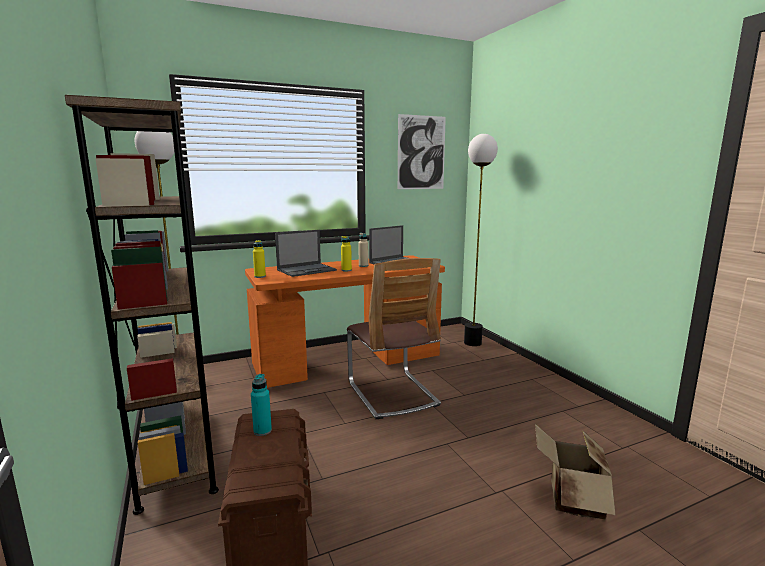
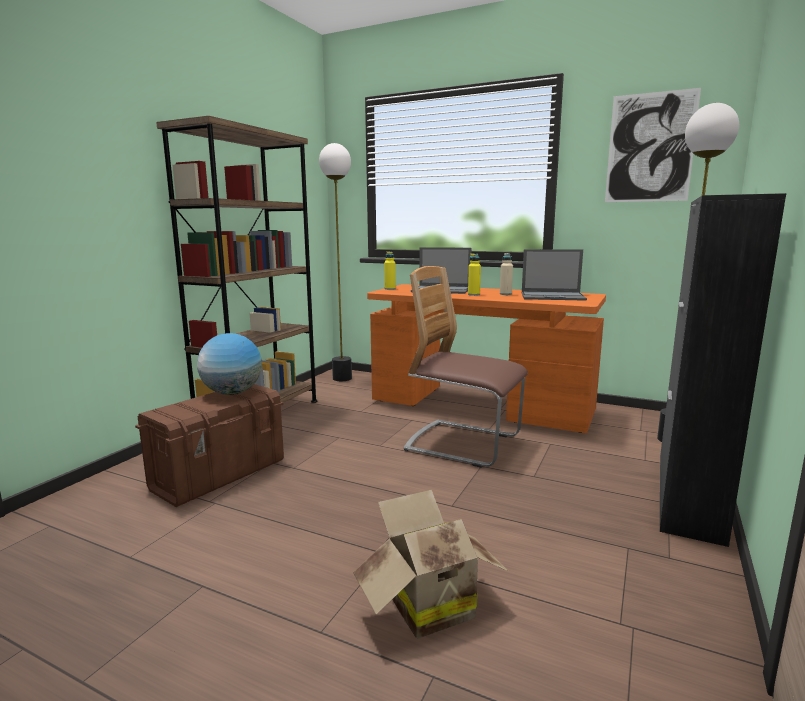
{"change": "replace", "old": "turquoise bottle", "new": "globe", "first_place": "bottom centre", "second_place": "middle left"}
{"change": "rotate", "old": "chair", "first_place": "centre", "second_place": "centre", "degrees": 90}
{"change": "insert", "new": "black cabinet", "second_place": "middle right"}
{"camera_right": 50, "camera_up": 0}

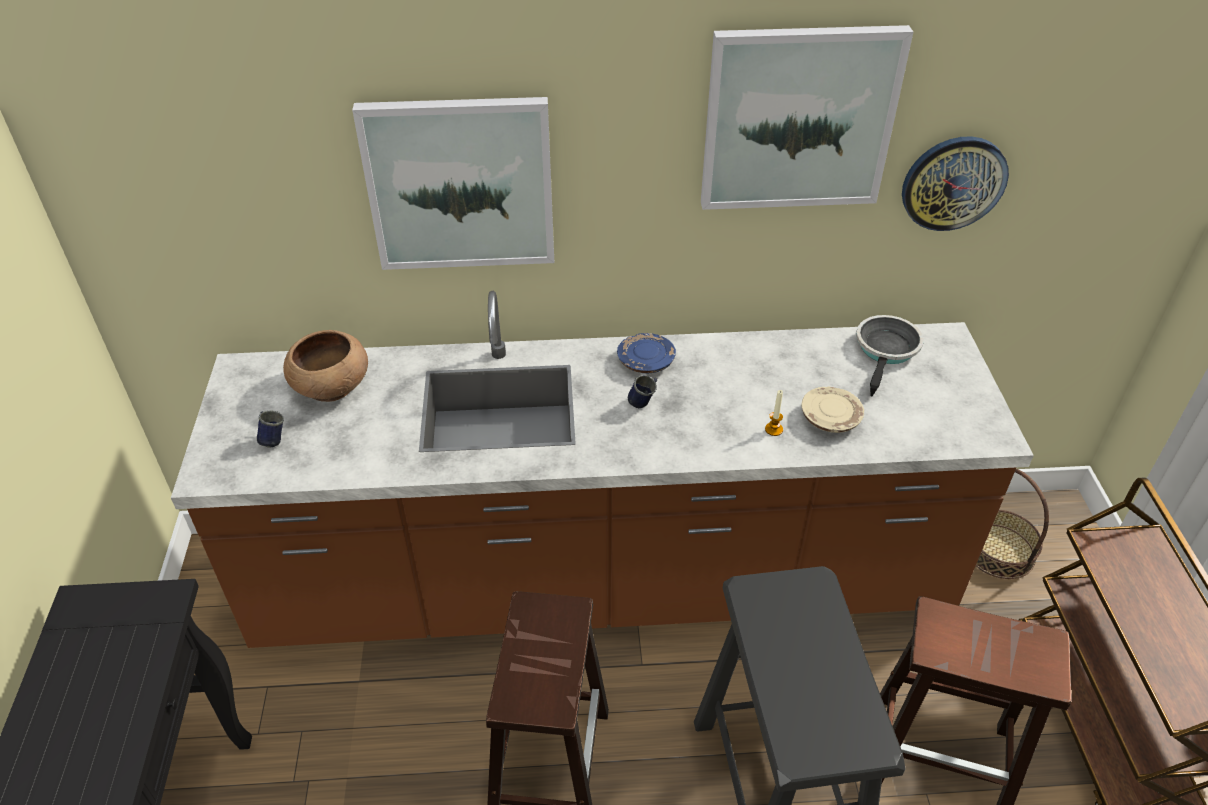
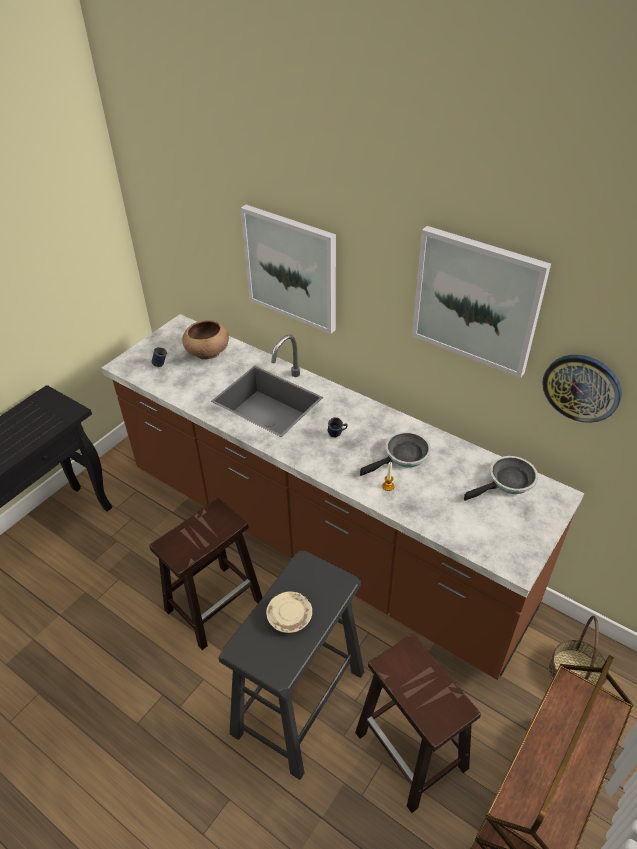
{"change": "move", "old": "beige plate", "first_place": "middle right", "second_place": "bottom centre"}
{"change": "insert", "new": "frying pan (1st from left)", "second_place": "centre"}
{"change": "delete", "old": "blue plate", "first_place": "centre"}
{"camera_right": 40, "camera_up": 0}

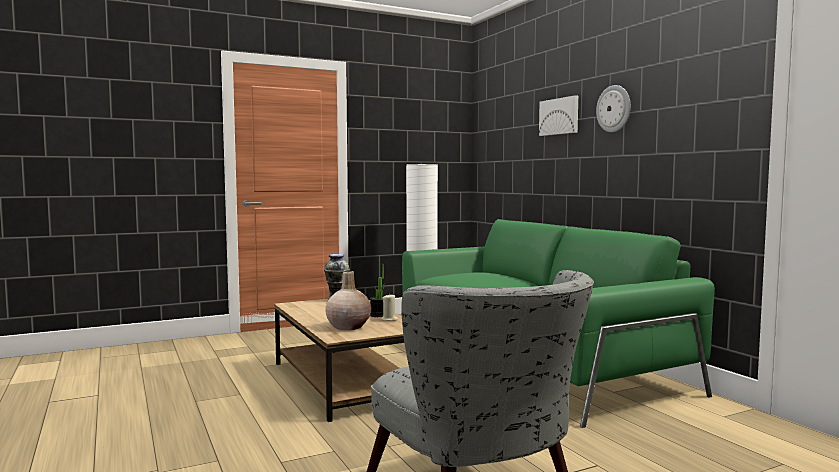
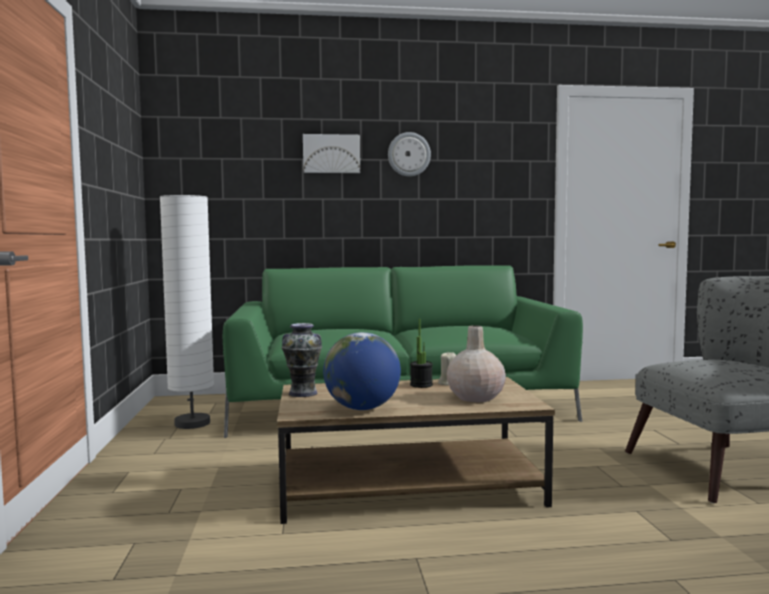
{"change": "insert", "new": "globe", "second_place": "centre"}
{"camera_right": -70, "camera_up": 0}

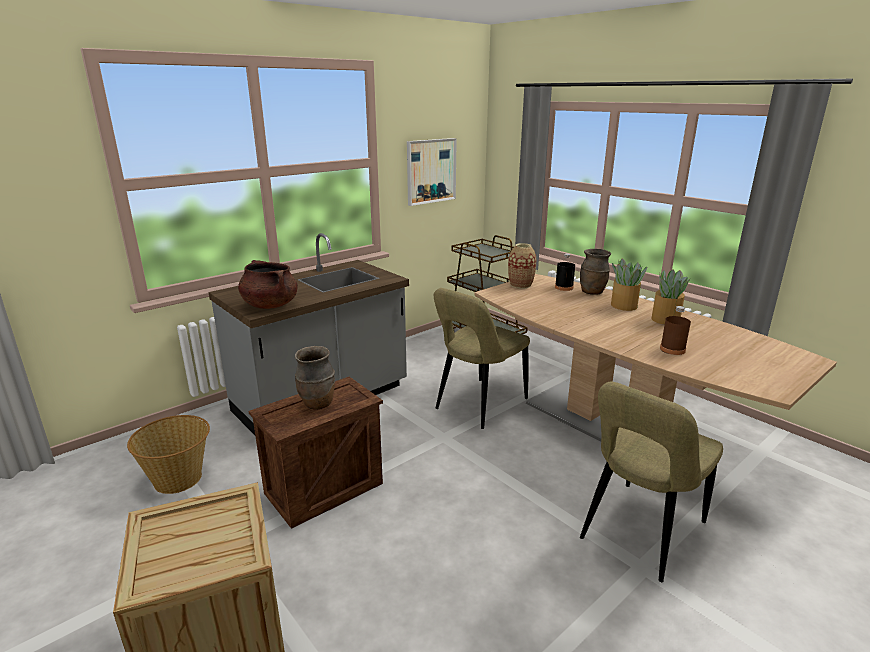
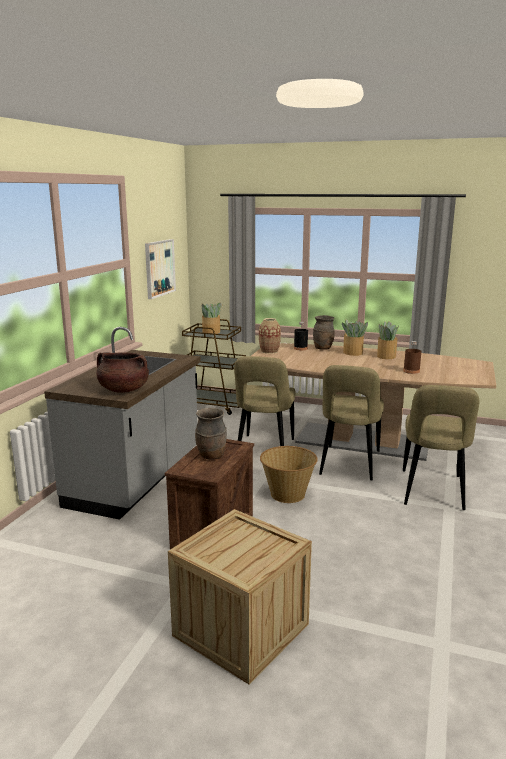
{"change": "insert", "new": "potted plant (1st from left)", "second_place": "centre"}
{"change": "move", "old": "basket", "first_place": "bottom left", "second_place": "centre"}
{"change": "insert", "new": "beige chair (2nd from left)", "second_place": "middle right"}
{"camera_right": -30, "camera_up": -5}

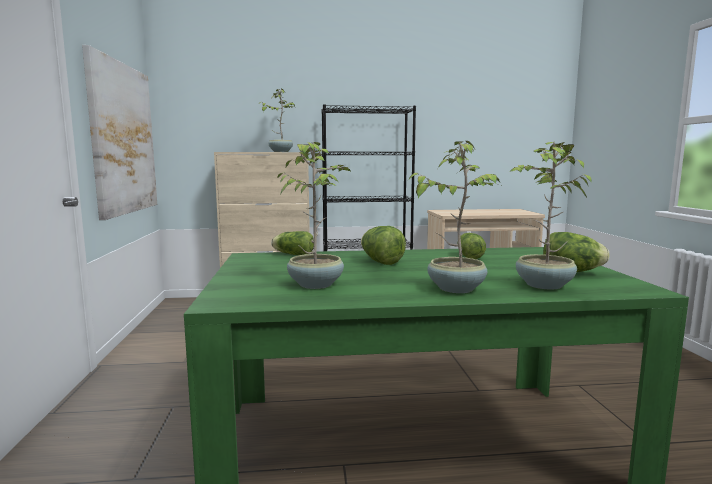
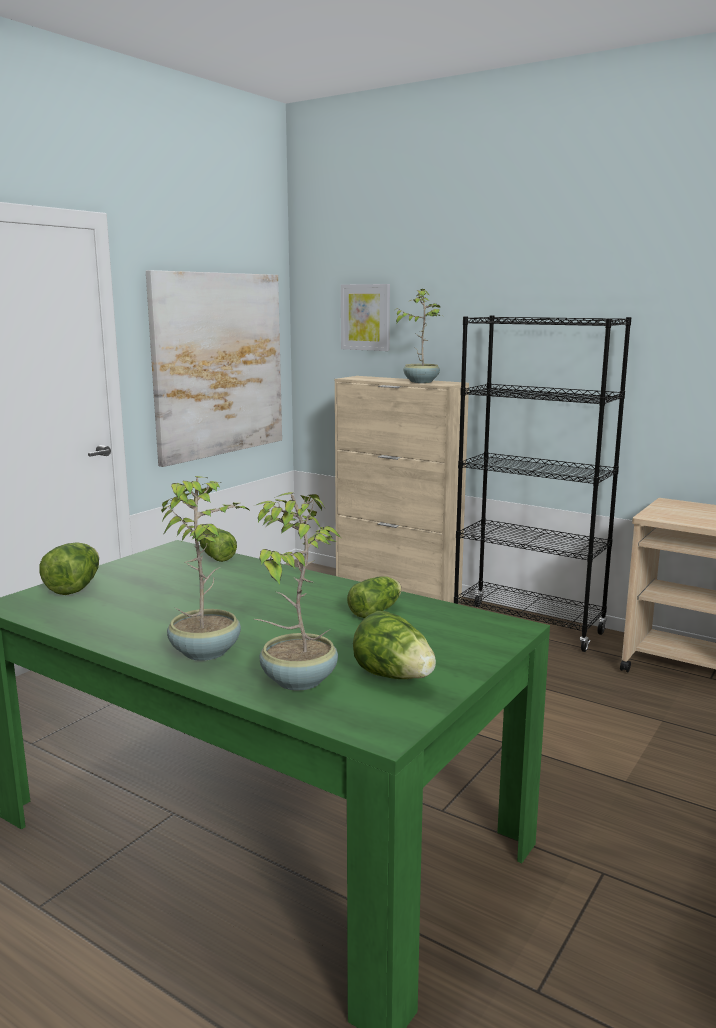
{"change": "move", "old": "lettuce (2nd from left in the first image)", "new": "lettuce (1st from left)", "first_place": "centre", "second_place": "middle left"}
{"change": "insert", "new": "picture (2nd from left)", "second_place": "top centre"}
{"change": "delete", "old": "potted plant (2nd from left)", "first_place": "centre"}
{"camera_right": 40, "camera_up": 5}

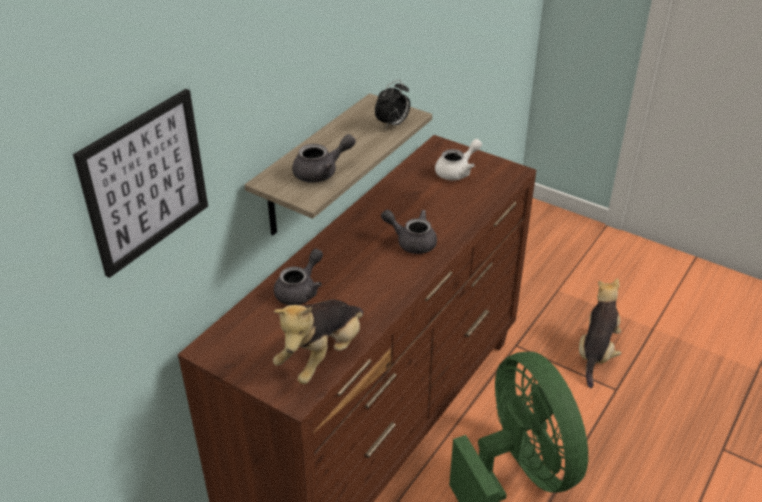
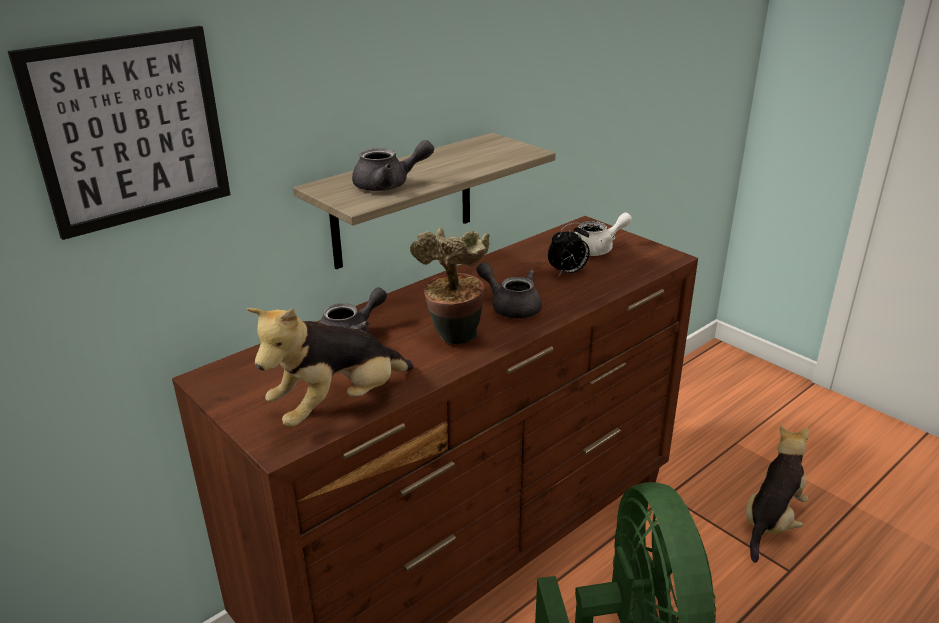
{"change": "insert", "new": "potted plant", "second_place": "centre"}
{"change": "move", "old": "alarm clock", "first_place": "top centre", "second_place": "centre"}
{"camera_right": 15, "camera_up": -10}

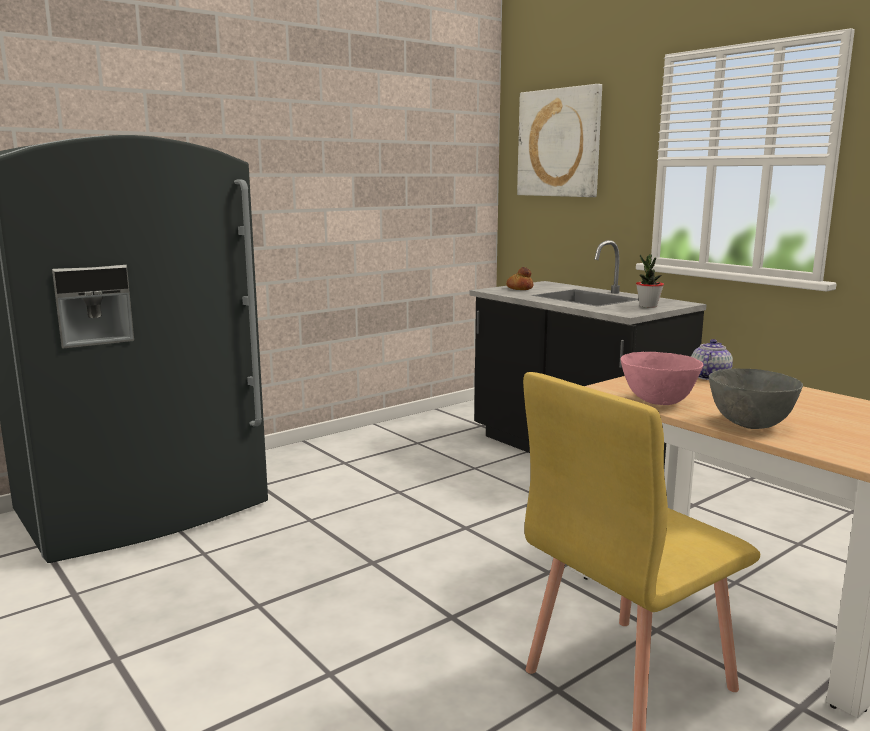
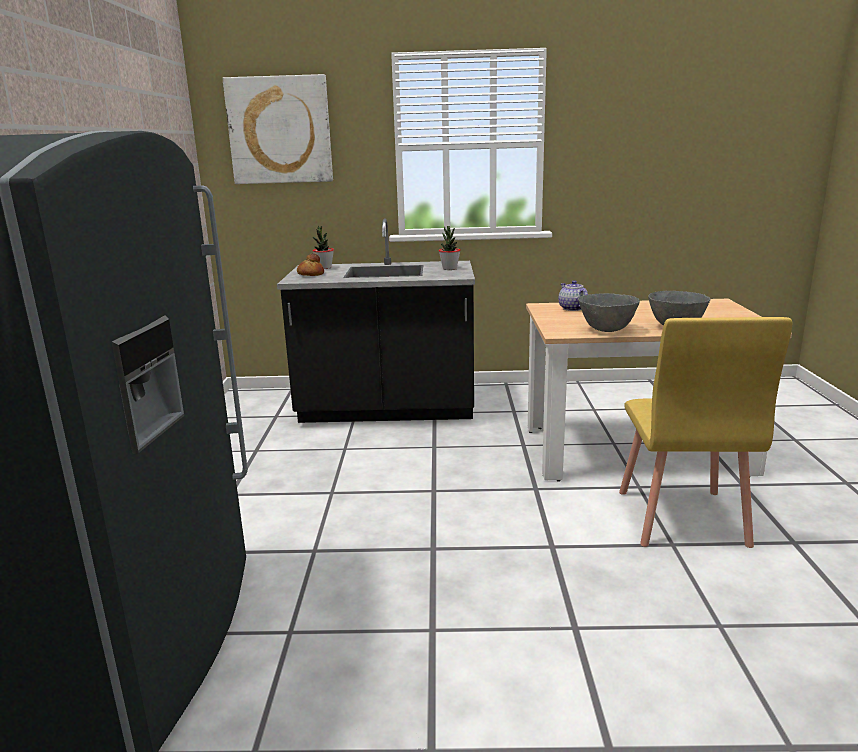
{"change": "insert", "new": "potted plant (1st from left)", "second_place": "top centre"}
{"change": "recolor", "old": "pink bowl", "new": "grey bowl (1st from left)", "first_place": "middle right", "second_place": "middle right"}
{"camera_right": -50, "camera_up": 5}

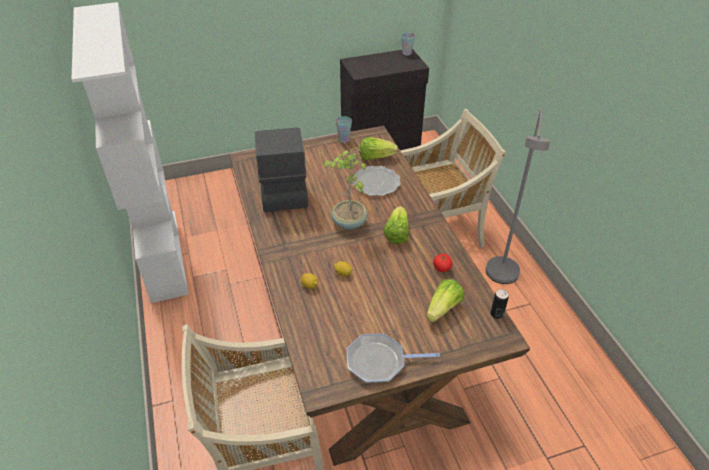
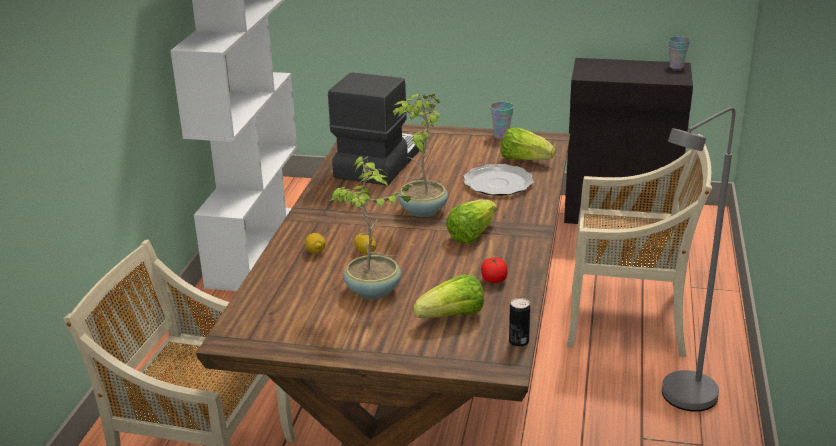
{"change": "insert", "new": "potted plant (1st from left)", "second_place": "centre"}
{"change": "delete", "old": "frying pan", "first_place": "bottom centre"}
{"camera_right": 30, "camera_up": -15}

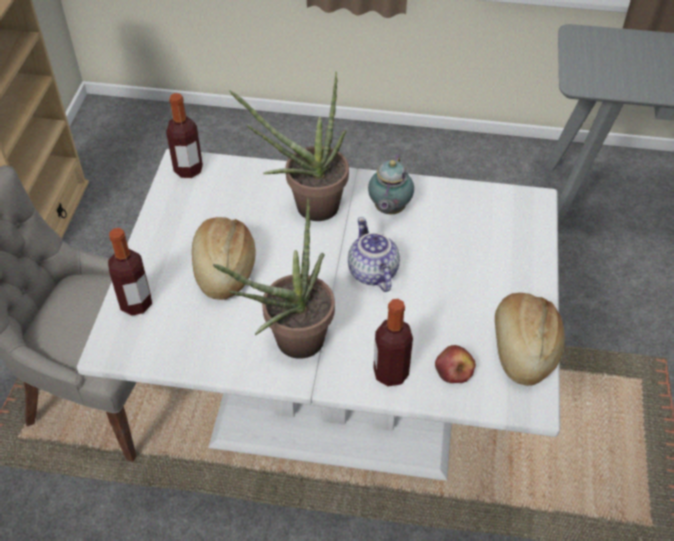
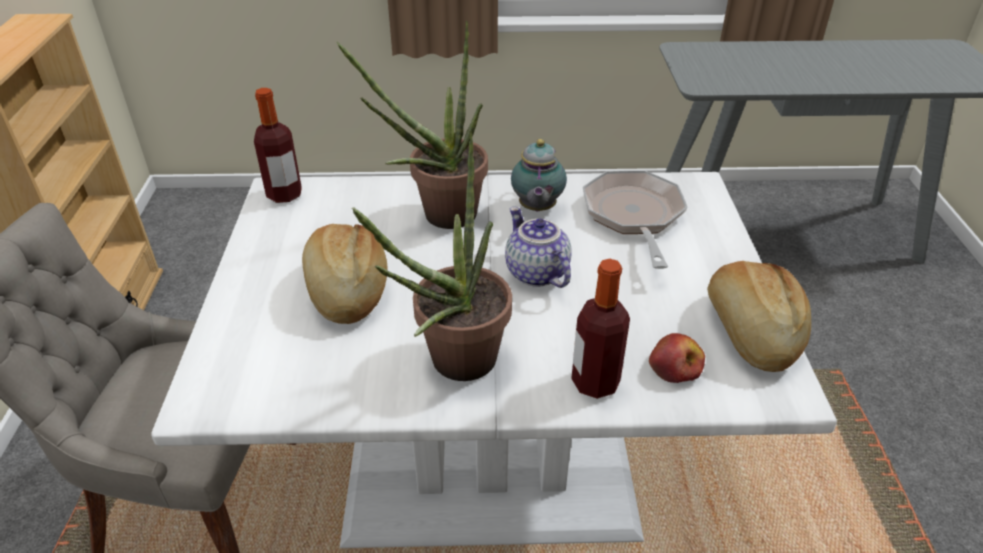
{"change": "insert", "new": "frying pan", "second_place": "centre"}
{"change": "delete", "old": "bottle (1st from left)", "first_place": "middle left"}
{"camera_right": -10, "camera_up": -10}

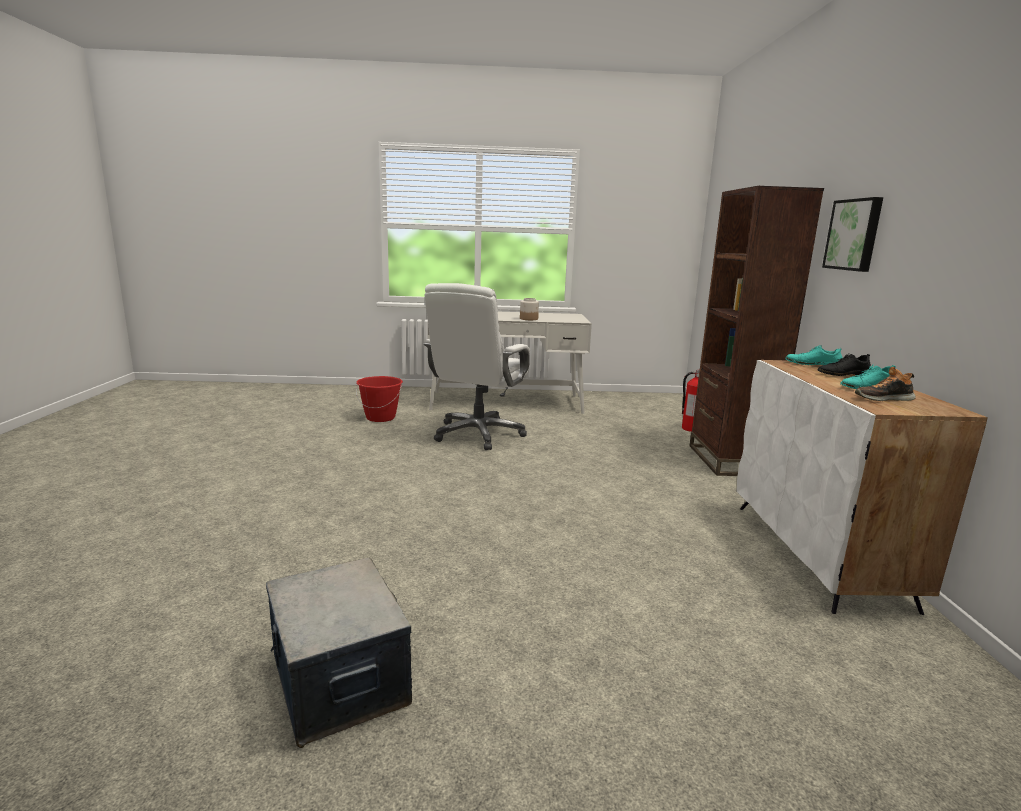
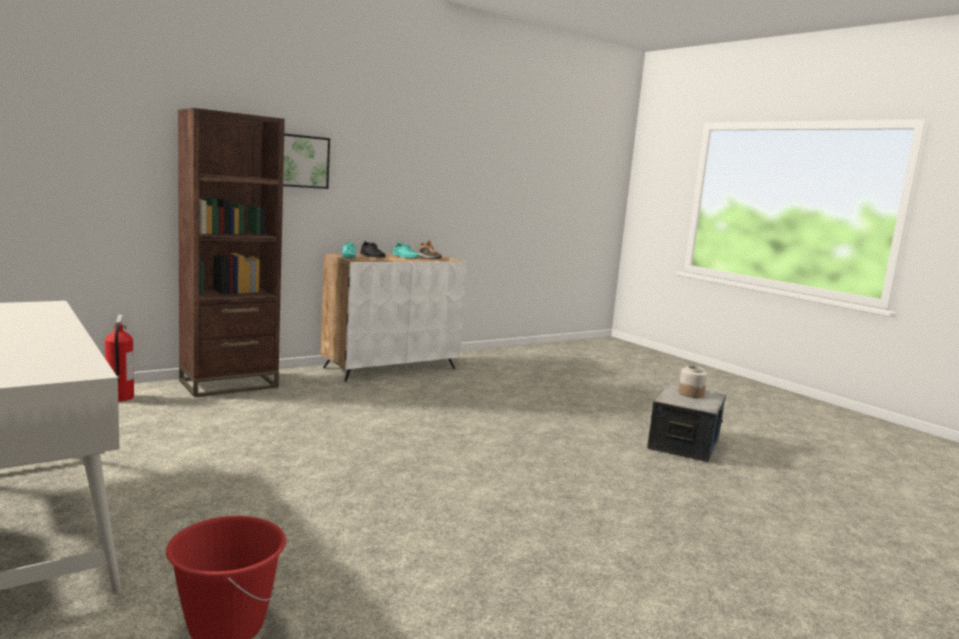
{"change": "move", "old": "jar", "first_place": "centre", "second_place": "middle right"}
{"change": "delete", "old": "white office chair", "first_place": "centre"}
{"camera_right": -125, "camera_up": -5}

